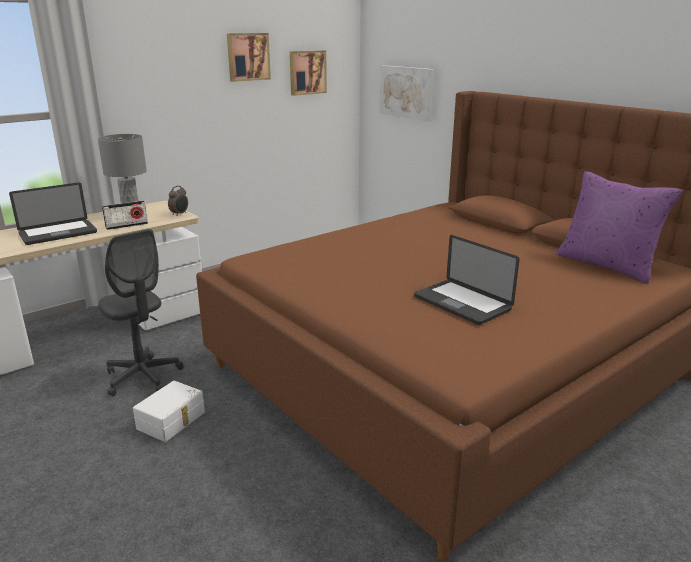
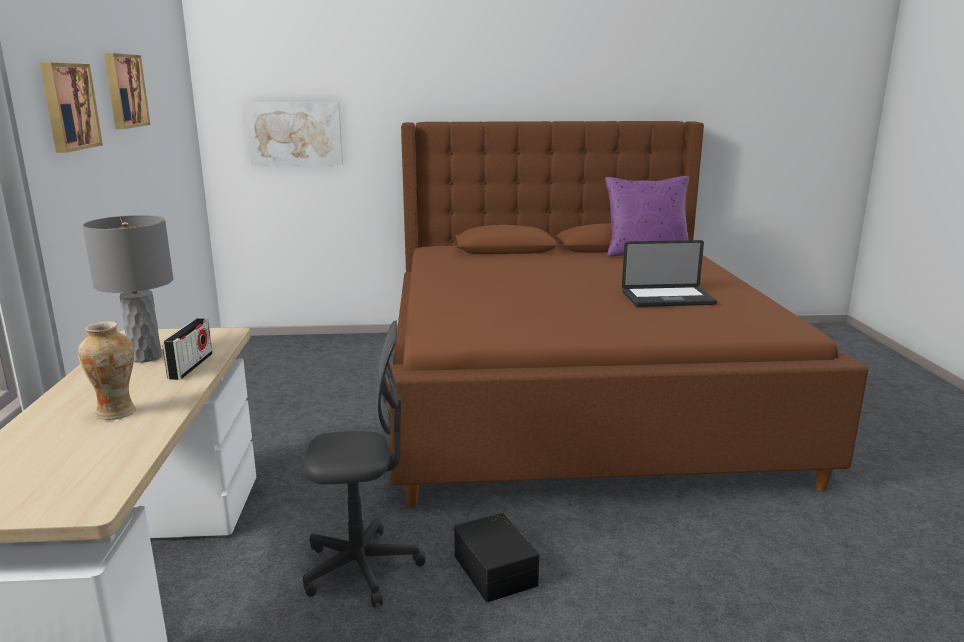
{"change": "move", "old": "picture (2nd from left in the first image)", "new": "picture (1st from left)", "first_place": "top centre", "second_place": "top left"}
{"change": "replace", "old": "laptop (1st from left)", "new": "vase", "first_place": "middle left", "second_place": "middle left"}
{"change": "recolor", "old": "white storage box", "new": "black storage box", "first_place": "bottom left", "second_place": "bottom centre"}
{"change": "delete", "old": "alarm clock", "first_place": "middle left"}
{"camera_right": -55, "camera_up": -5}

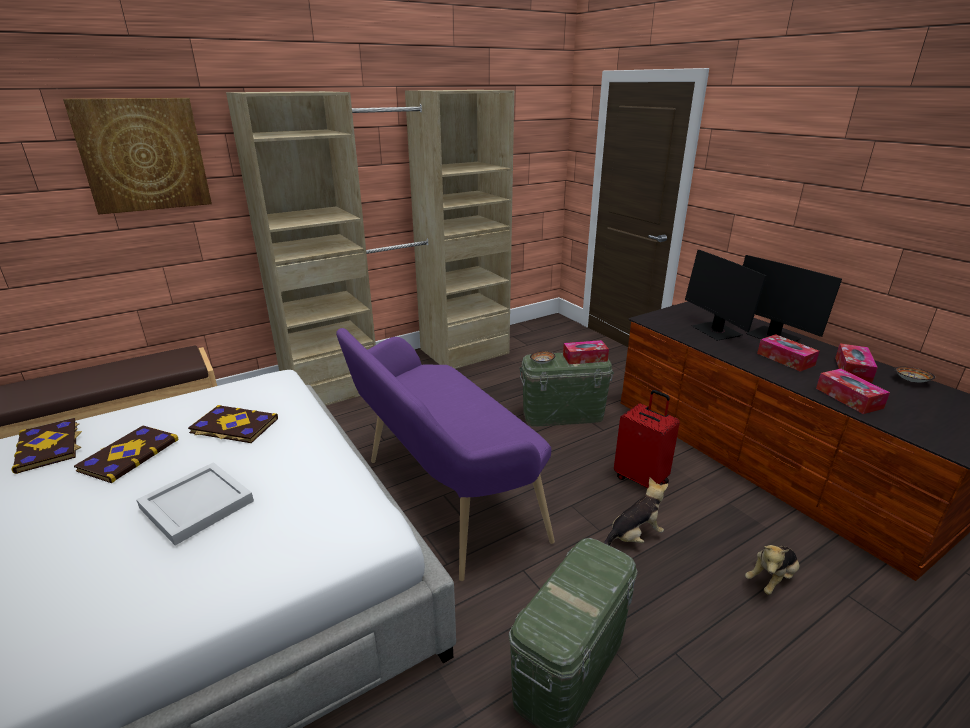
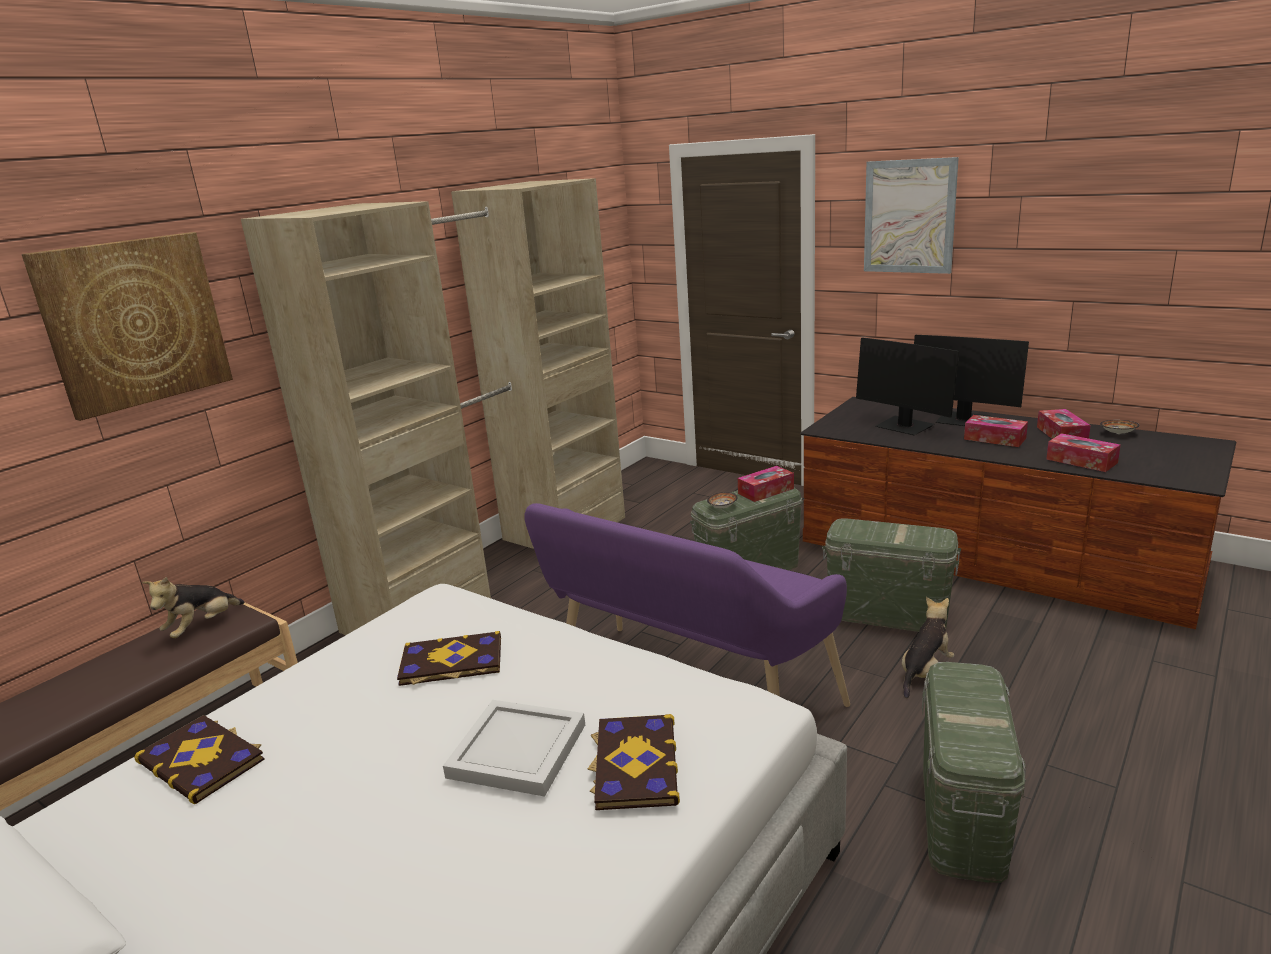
{"change": "move", "old": "plush toy (2nd from left in the first image)", "new": "plush toy (1st from left)", "first_place": "bottom right", "second_place": "middle left"}
{"change": "move", "old": "book (2nd from left in the first image)", "new": "book (3rd from left)", "first_place": "middle left", "second_place": "bottom centre"}
{"change": "replace", "old": "red suitcase", "new": "green storage box (2nd from left)", "first_place": "middle right", "second_place": "middle right"}
{"change": "insert", "new": "picture (2nd from left)", "second_place": "top right"}
{"camera_right": -20, "camera_up": -5}

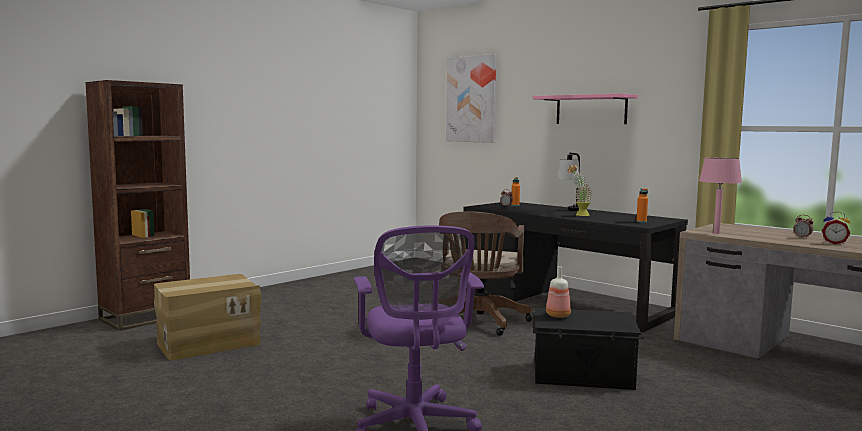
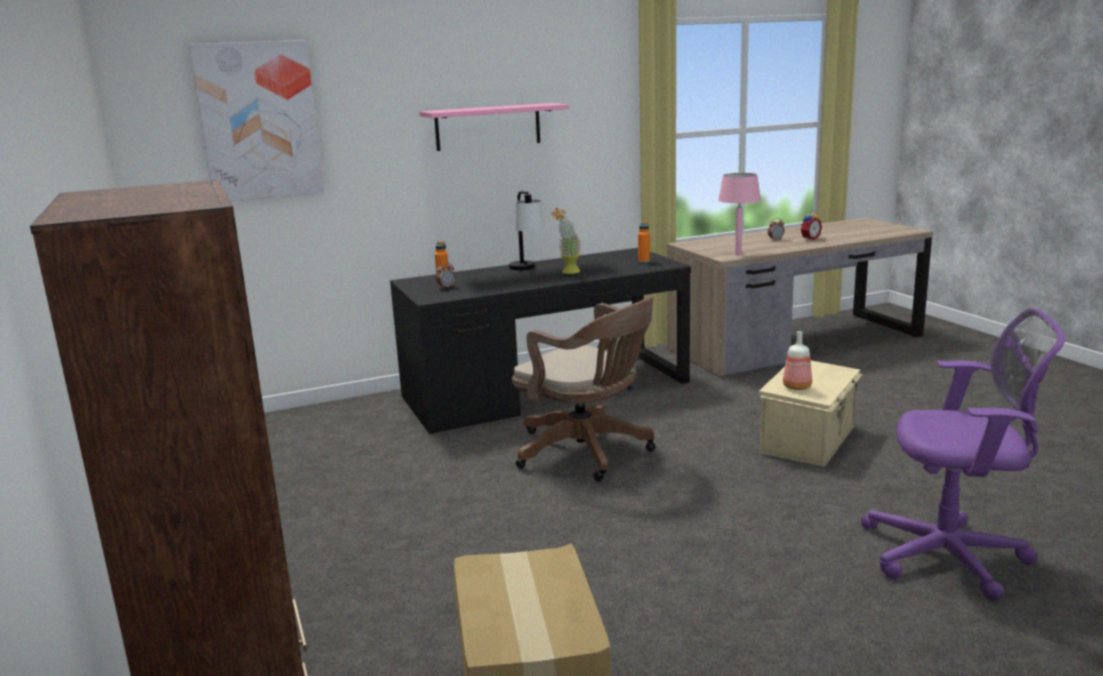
{"change": "recolor", "old": "black storage box", "new": "beige storage box", "first_place": "bottom right", "second_place": "middle right"}
{"camera_right": -65, "camera_up": 10}

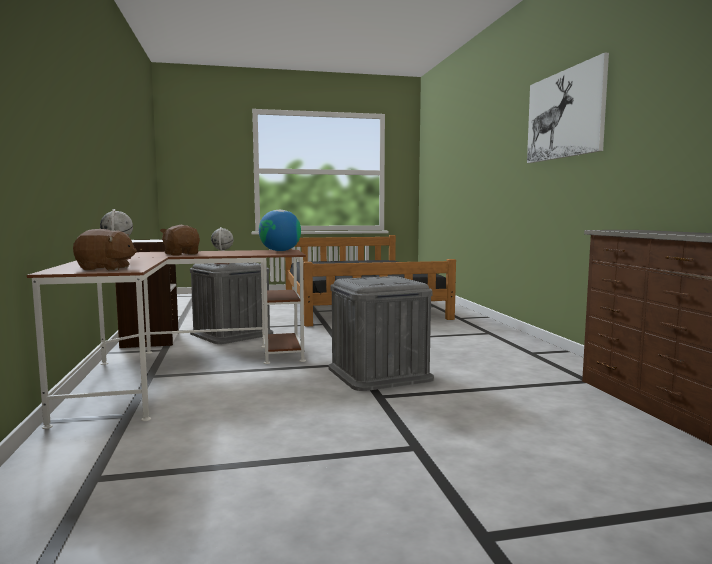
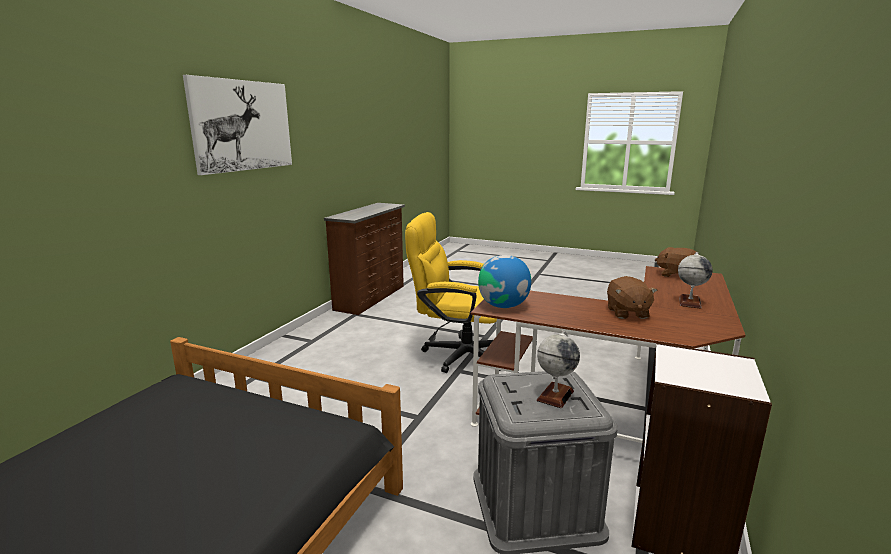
{"change": "replace", "old": "grey storage box (2nd from left)", "new": "yellow office chair", "first_place": "centre", "second_place": "centre"}
{"camera_right": -145, "camera_up": 10}

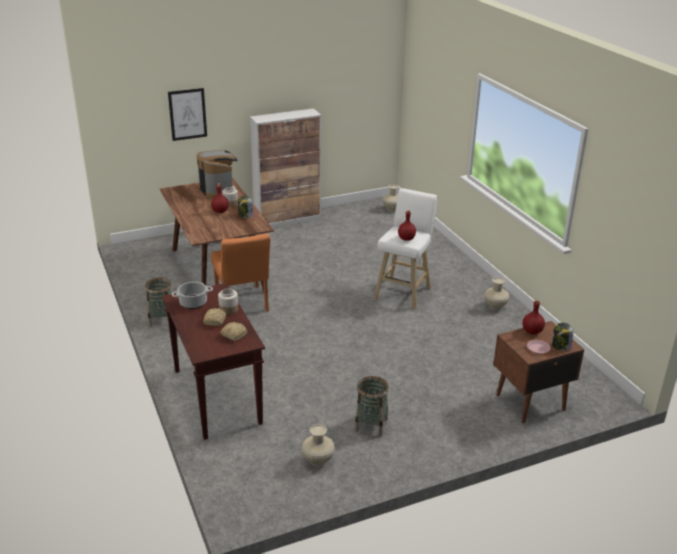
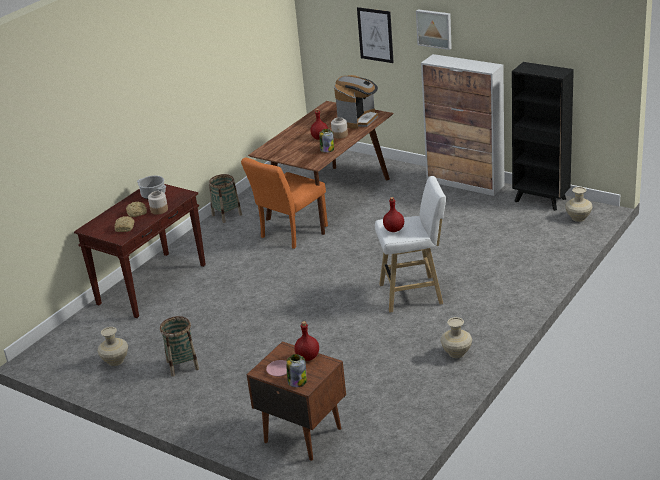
{"change": "insert", "new": "picture (2nd from left)", "second_place": "top centre"}
{"change": "insert", "new": "black bookcase", "second_place": "top right"}
{"camera_right": 60, "camera_up": 0}

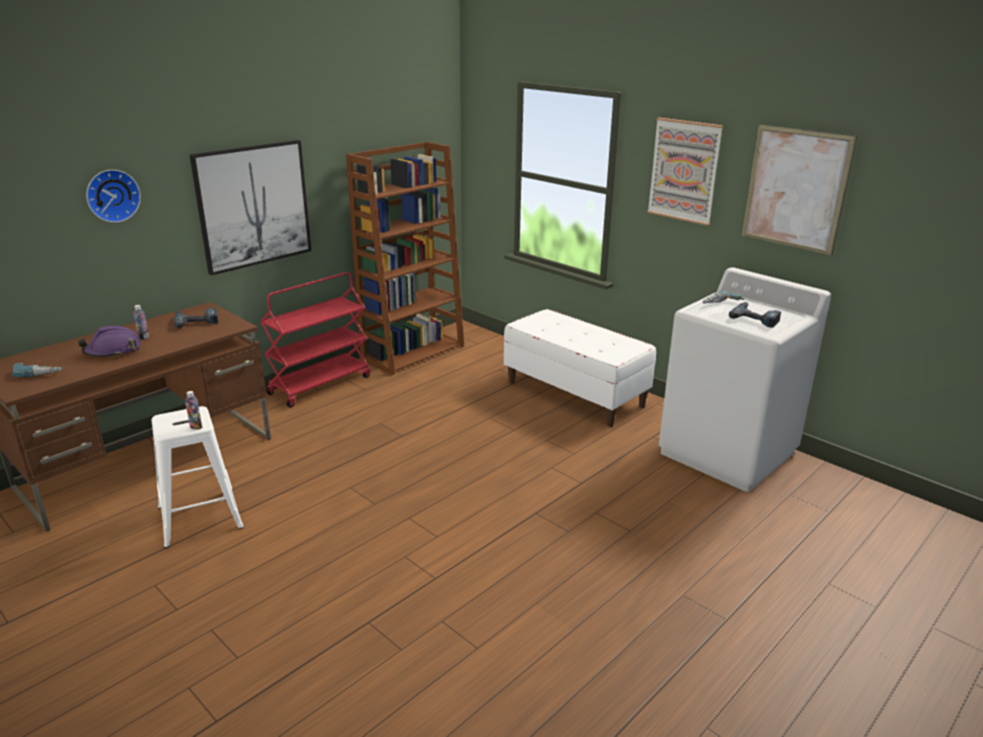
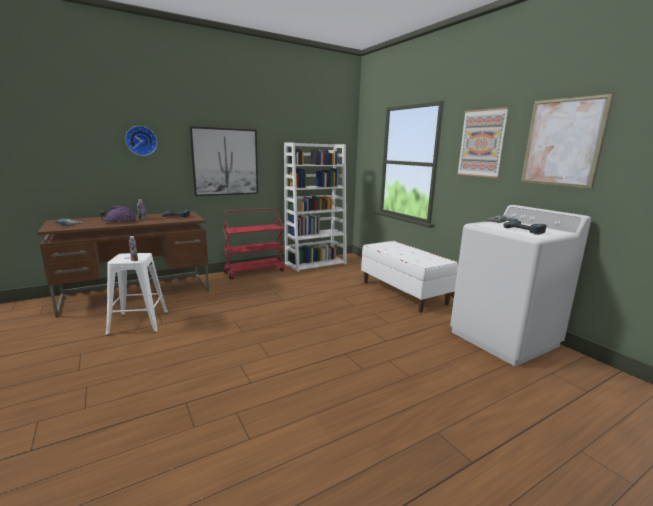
{"change": "recolor", "old": "brown bookcase", "new": "white bookcase", "first_place": "centre", "second_place": "centre"}
{"camera_right": 15, "camera_up": -10}

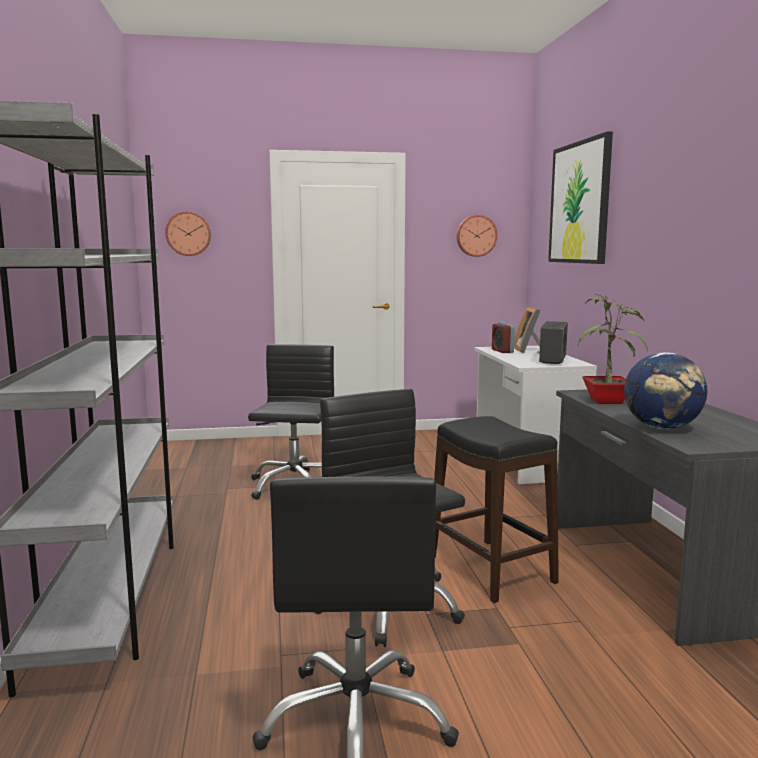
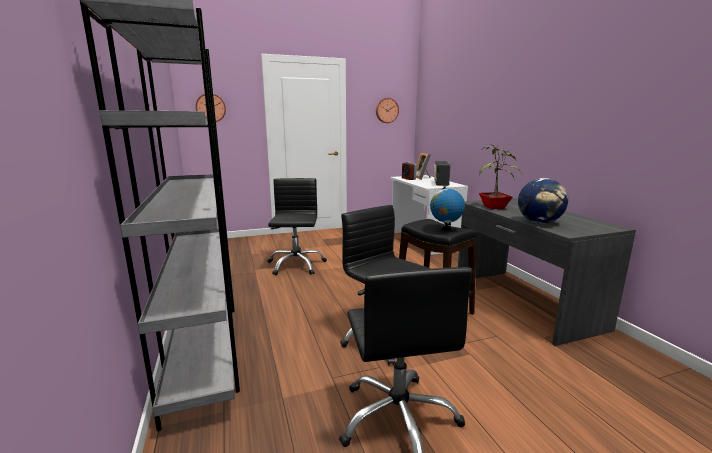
{"change": "insert", "new": "globe (1st from left)", "second_place": "centre"}
{"change": "delete", "old": "picture", "first_place": "top right"}
{"camera_right": -10, "camera_up": 5}

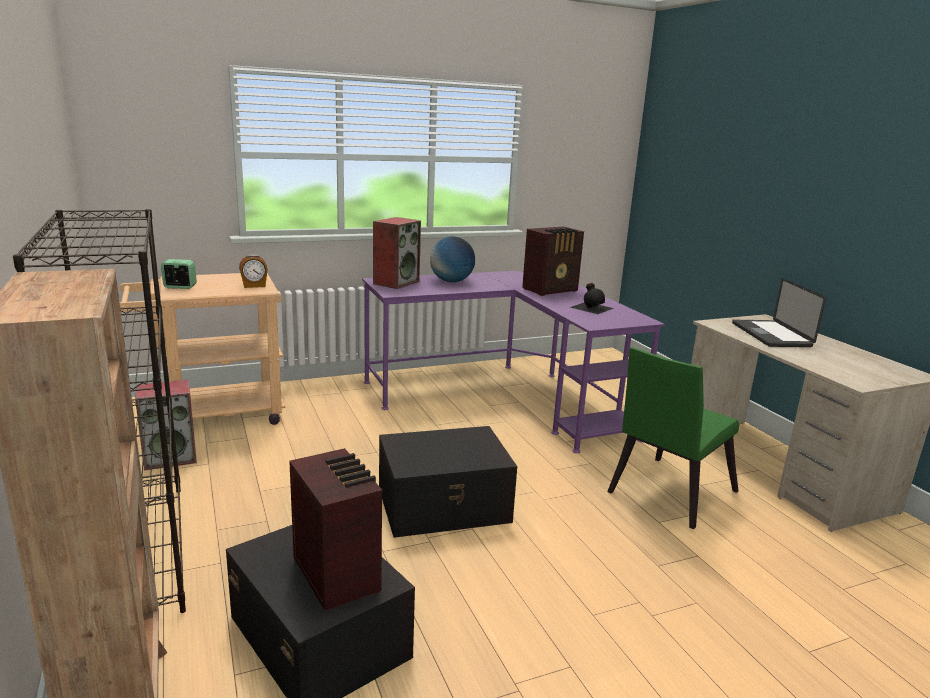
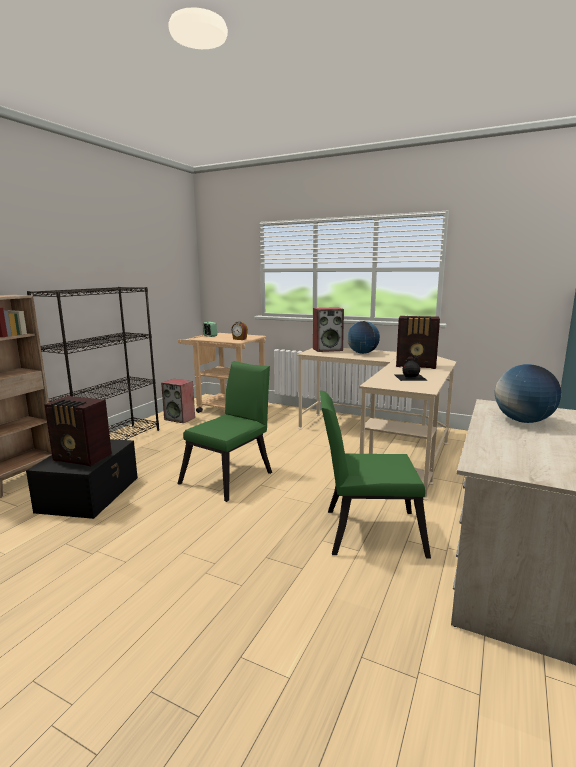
{"change": "rotate", "old": "radio (1st from left)", "first_place": "bottom centre", "second_place": "middle left", "degrees": 90}
{"change": "replace", "old": "black storage box (2nd from left)", "new": "green chair (1st from left)", "first_place": "bottom centre", "second_place": "centre"}
{"change": "recolor", "old": "purple desk", "new": "beige desk (1st from left)", "first_place": "centre", "second_place": "centre"}
{"change": "replace", "old": "laptop", "new": "globe (2nd from left)", "first_place": "middle right", "second_place": "middle right"}
{"camera_right": 50, "camera_up": -5}

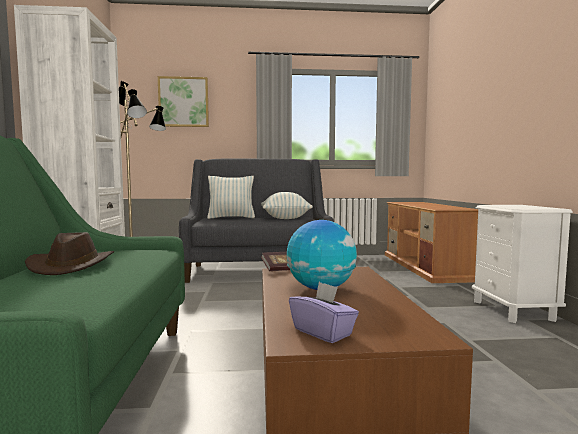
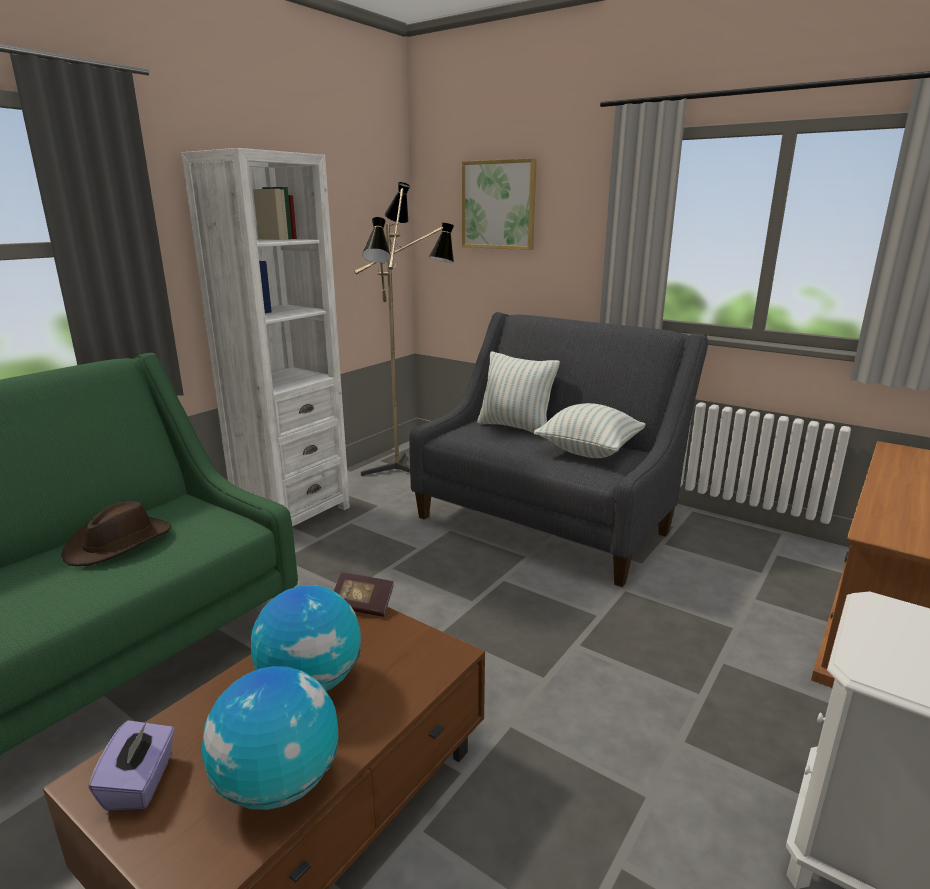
{"change": "insert", "new": "globe (1st from left)", "second_place": "bottom left"}
{"camera_right": 40, "camera_up": 15}

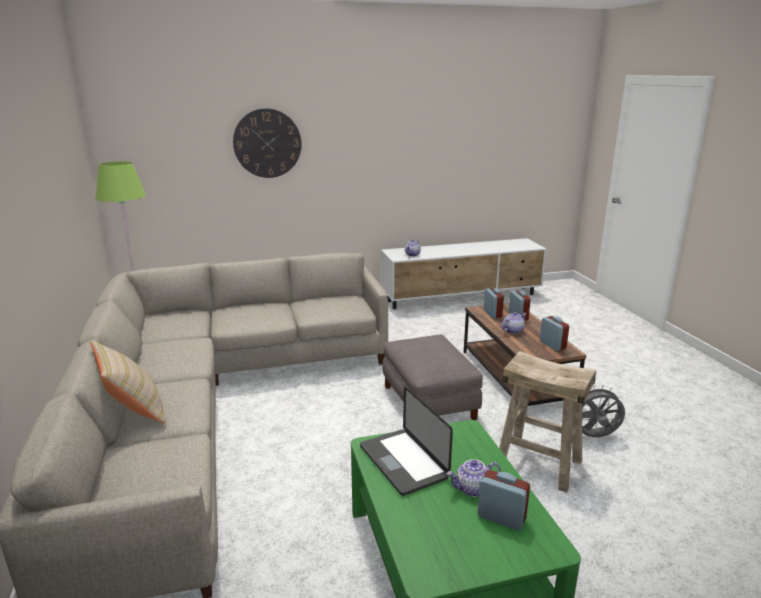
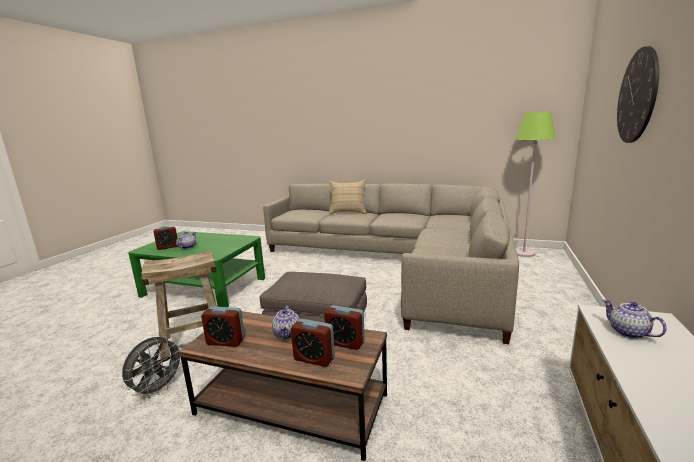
{"change": "delete", "old": "laptop", "first_place": "bottom centre"}
{"camera_right": 125, "camera_up": -5}

